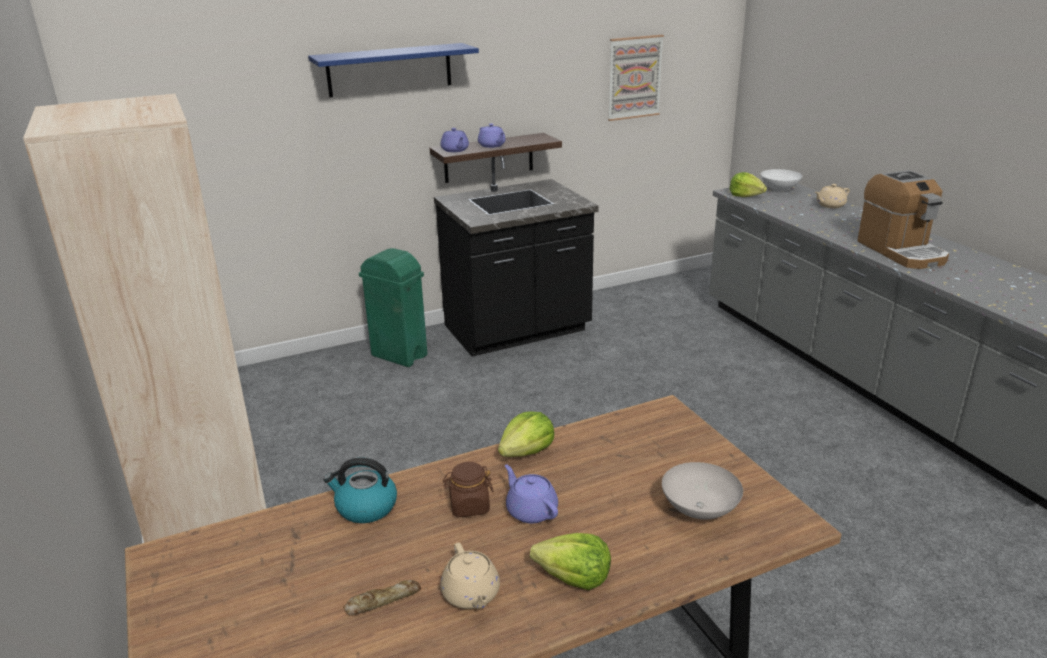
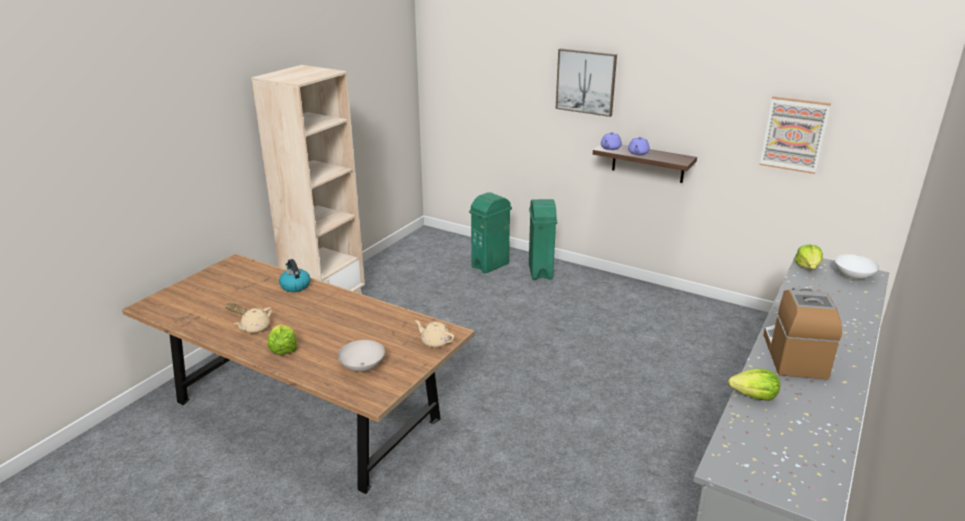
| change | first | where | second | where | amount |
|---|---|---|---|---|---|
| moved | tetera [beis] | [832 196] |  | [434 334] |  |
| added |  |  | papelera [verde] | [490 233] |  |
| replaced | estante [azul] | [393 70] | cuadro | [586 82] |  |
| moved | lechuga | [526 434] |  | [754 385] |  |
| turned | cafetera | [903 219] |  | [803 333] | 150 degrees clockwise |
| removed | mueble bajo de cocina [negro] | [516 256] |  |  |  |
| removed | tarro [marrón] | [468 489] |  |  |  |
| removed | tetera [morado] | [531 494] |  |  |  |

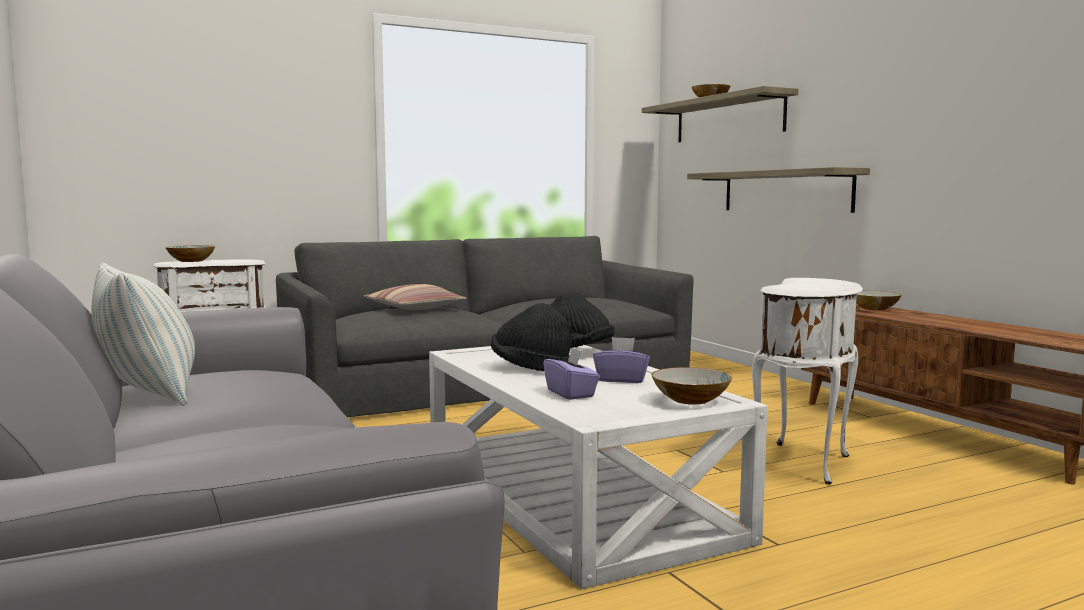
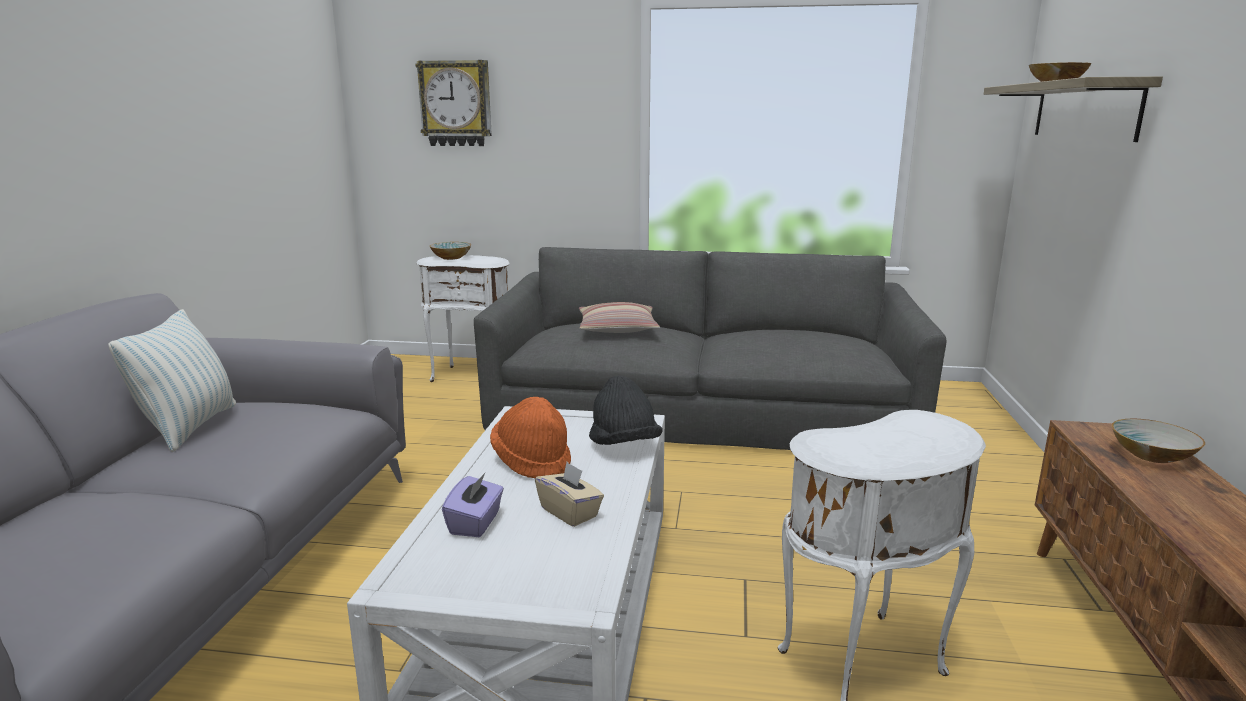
| change | first | where | second | where | amount |
|---|---|---|---|---|---|
| added |  |  | reloj de pared | [453 103] |  |
| recoloured | sombrero [negro] | [531 337] | sombrero [naranja] | [530 438] |  |
| recoloured | caja de pañuelos [morado] | [621 360] | caja de pañuelos [beis] | [569 494] |  |
| removed | cuenco | [691 386] |  |  |  |
| removed | estante | [778 190] |  |  |  |

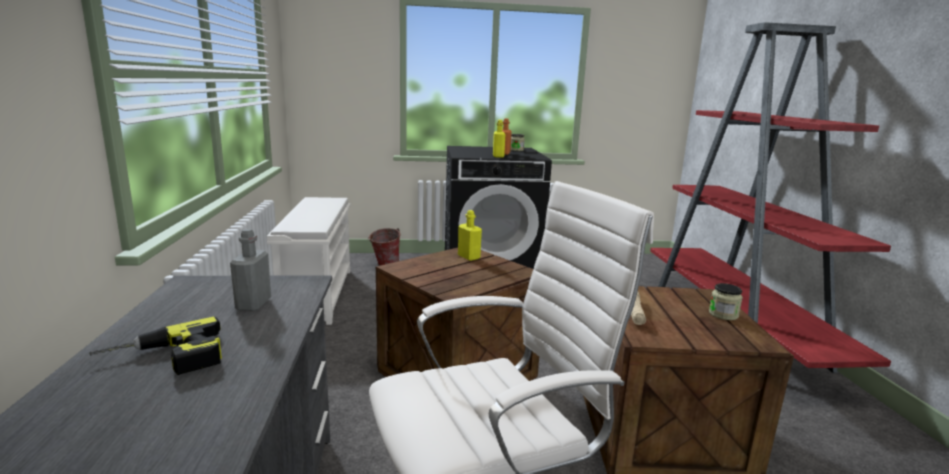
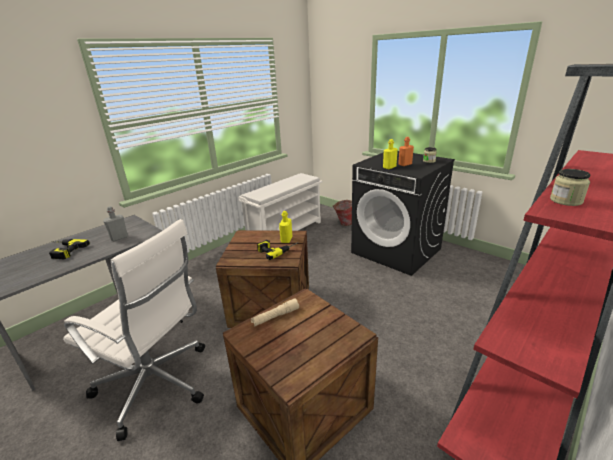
| change | first | where | second | where | amount |
|---|---|---|---|---|---|
| added |  |  | taladro | [277 250] |  |
| moved | tarro | [726 301] |  | [570 187] |  |

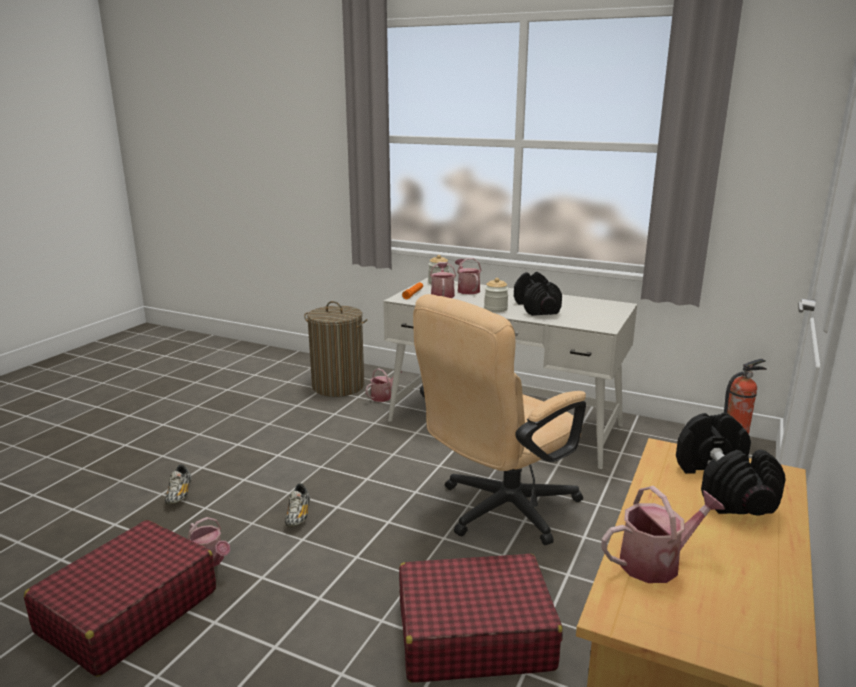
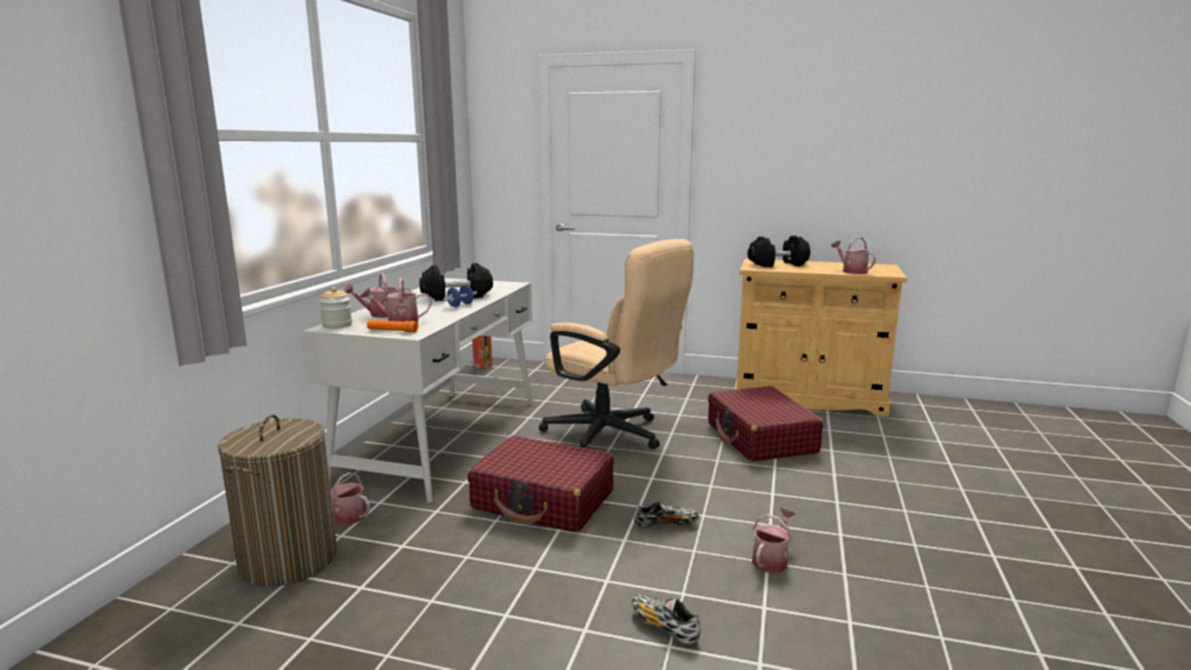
| change | first | where | second | where | amount |
|---|---|---|---|---|---|
| replaced | tarro | [496 295] | mancuerna [azul] | [460 296] |  |
| moved | maleta [rojo] | [120 598] |  | [540 484] |  |
| turned | zapato | [178 484] |  | [666 619] | 120 degrees counterclockwise |

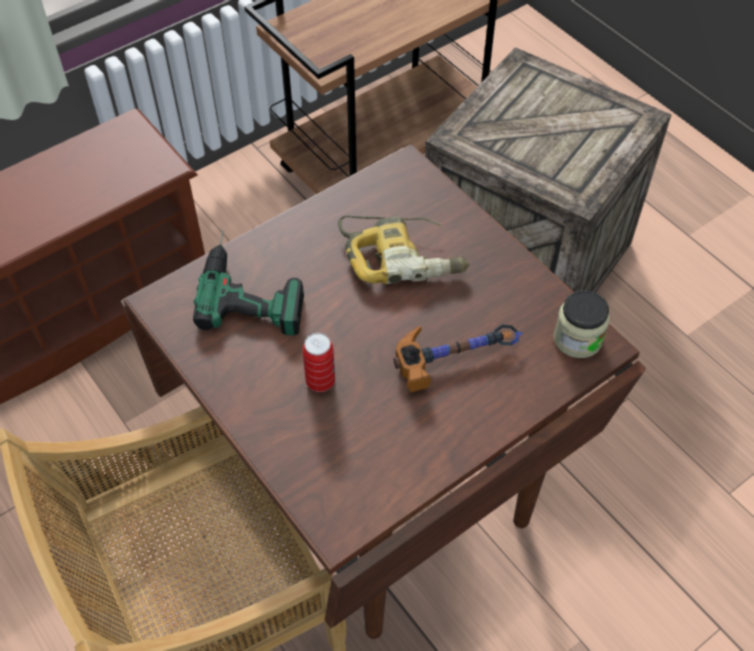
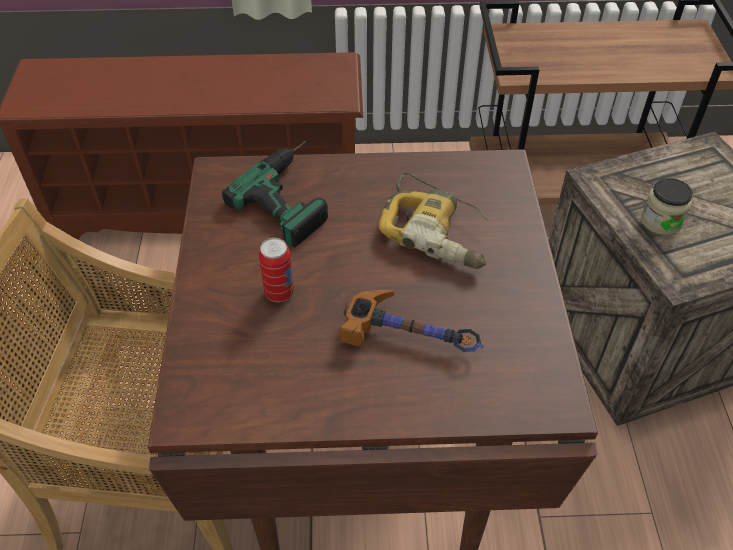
| change | first | where | second | where | amount |
|---|---|---|---|---|---|
| moved | tarro | [581 324] |  | [667 206] |  |

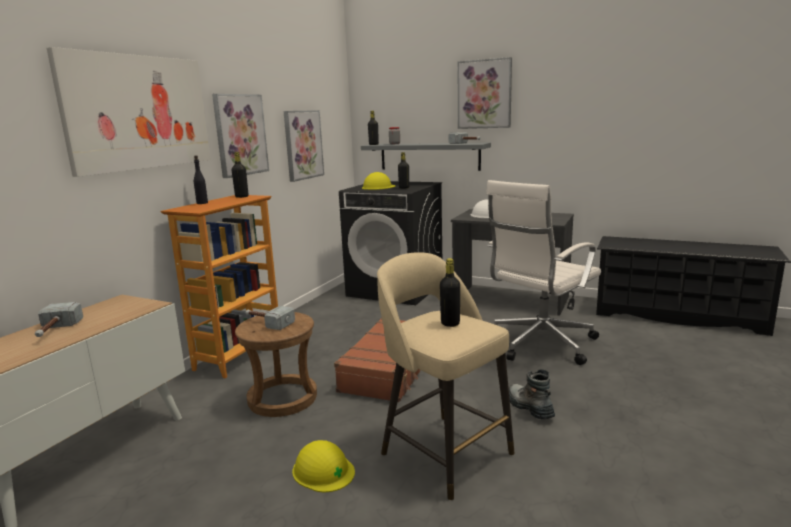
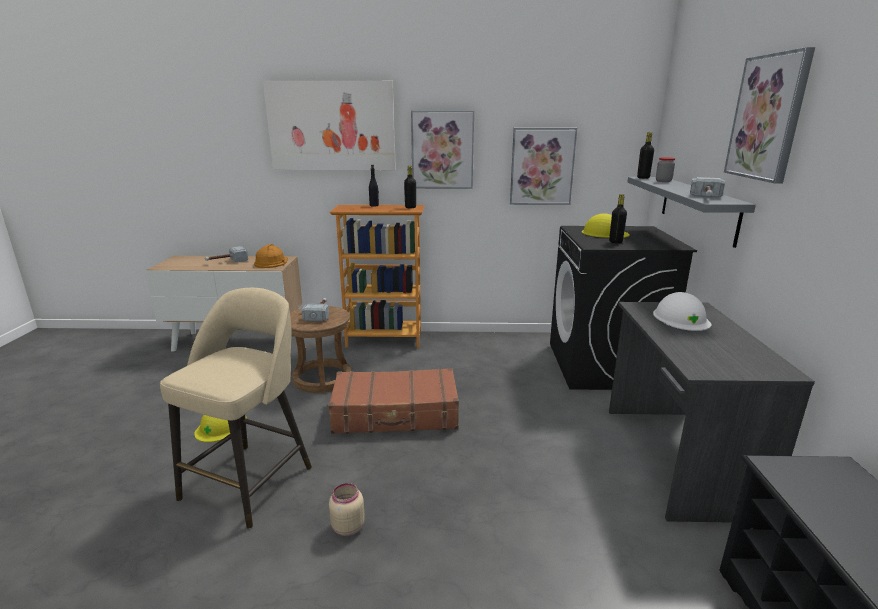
| change | first | where | second | where | amount |
|---|---|---|---|---|---|
| added |  |  | casco [naranja] | [271 256] |  |
| replaced | bota | [532 394] | tarro [beis] | [347 509] |  |
| removed | botella [negro] | [450 292] |  |  |  |
| removed | silla de oficina [blanco] | [543 272] |  |  |  |

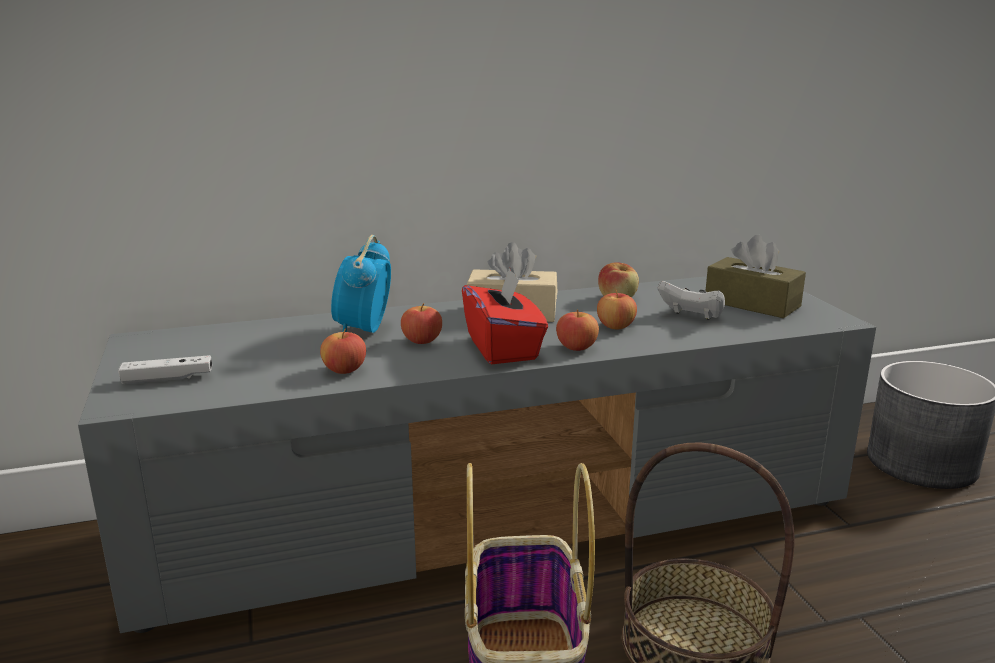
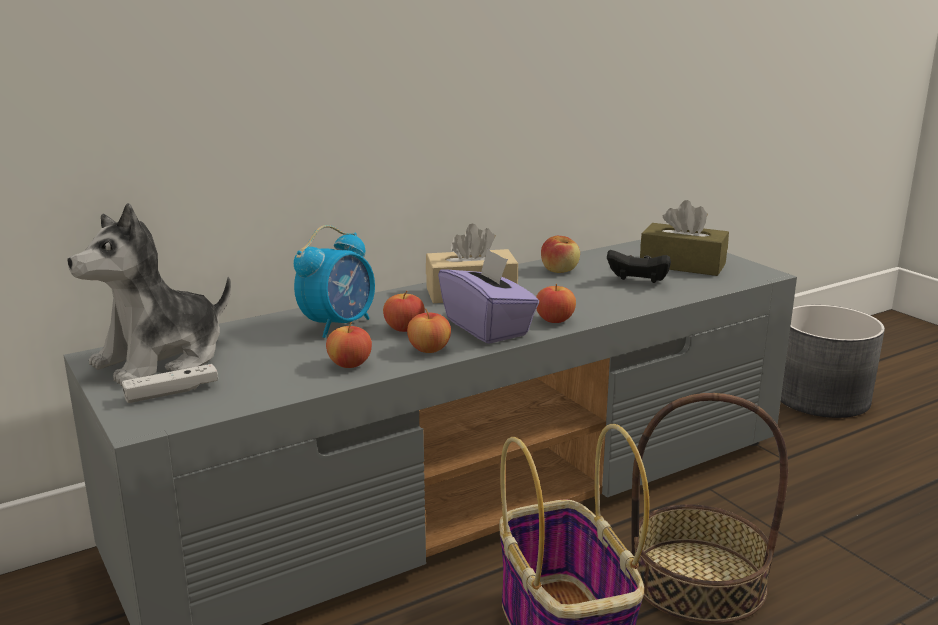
| change | first | where | second | where | amount |
|---|---|---|---|---|---|
| added |  |  | peluche | [149 294] |  |
| turned | despertador | [361 284] |  | [334 281] | 135 degrees counterclockwise |
| moved | manzana | [617 309] |  | [429 331] |  |
| recoloured | caja de pañuelos [rojo] | [505 316] | caja de pañuelos [morado] | [488 296] |  |
| recoloured | mando de consola [blanco] | [691 300] | mando de consola [negro] | [639 266] |  |

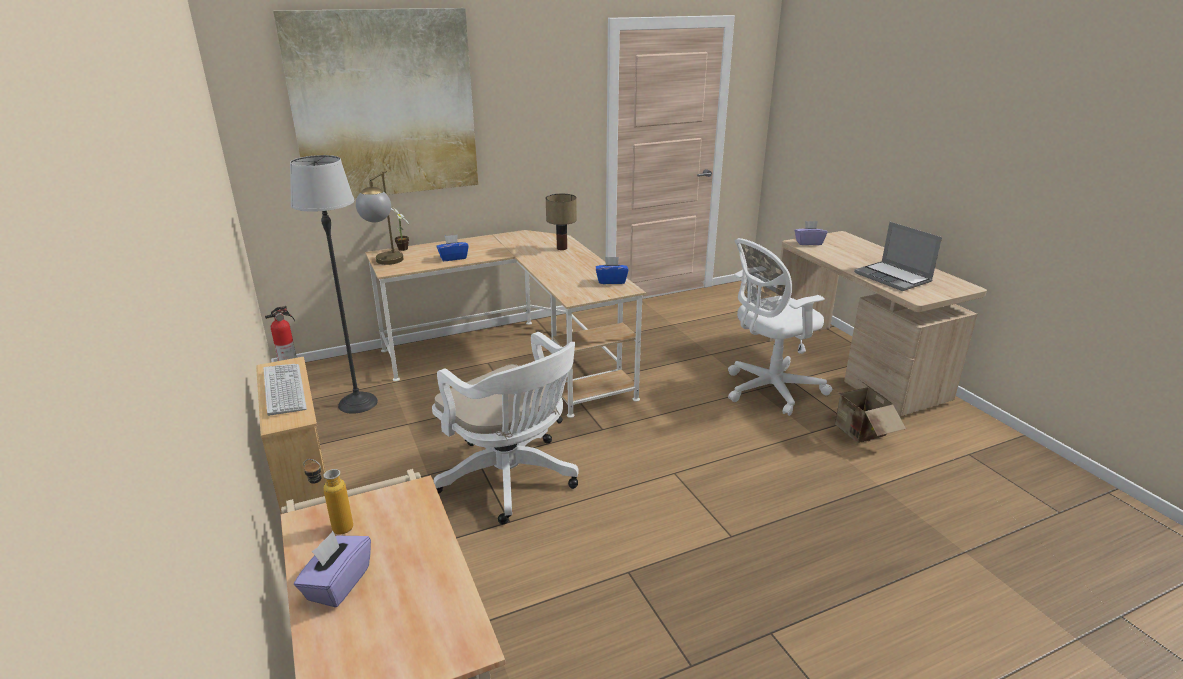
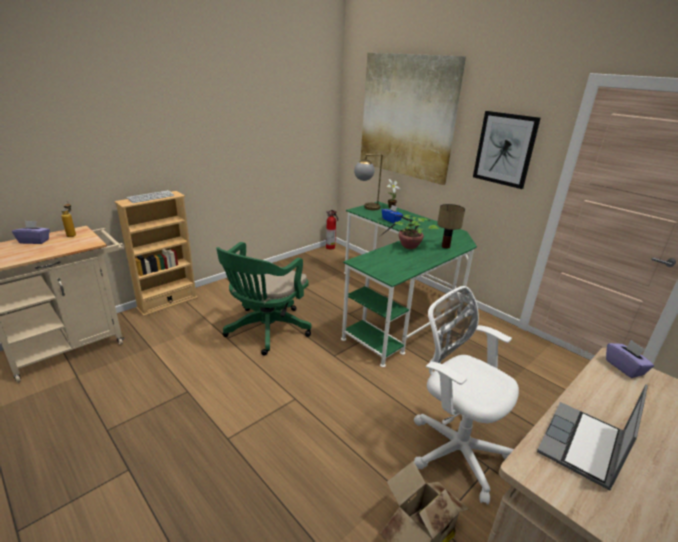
| change | first | where | second | where | amount |
|---|---|---|---|---|---|
| recoloured | silla de oficina [blanco] | [505 428] | silla de oficina [verde] | [264 299] |  |
| recoloured | escritorio [beis] | [505 324] | escritorio [verde] | [409 284] |  |
| added |  |  | planta en maceta | [409 231] |  |
| added |  |  | cuadro | [507 150] |  |
| removed | lámpara de pie | [334 284] |  |  |  |
| removed | caja de pañuelos [azul] | [612 270] |  |  |  |

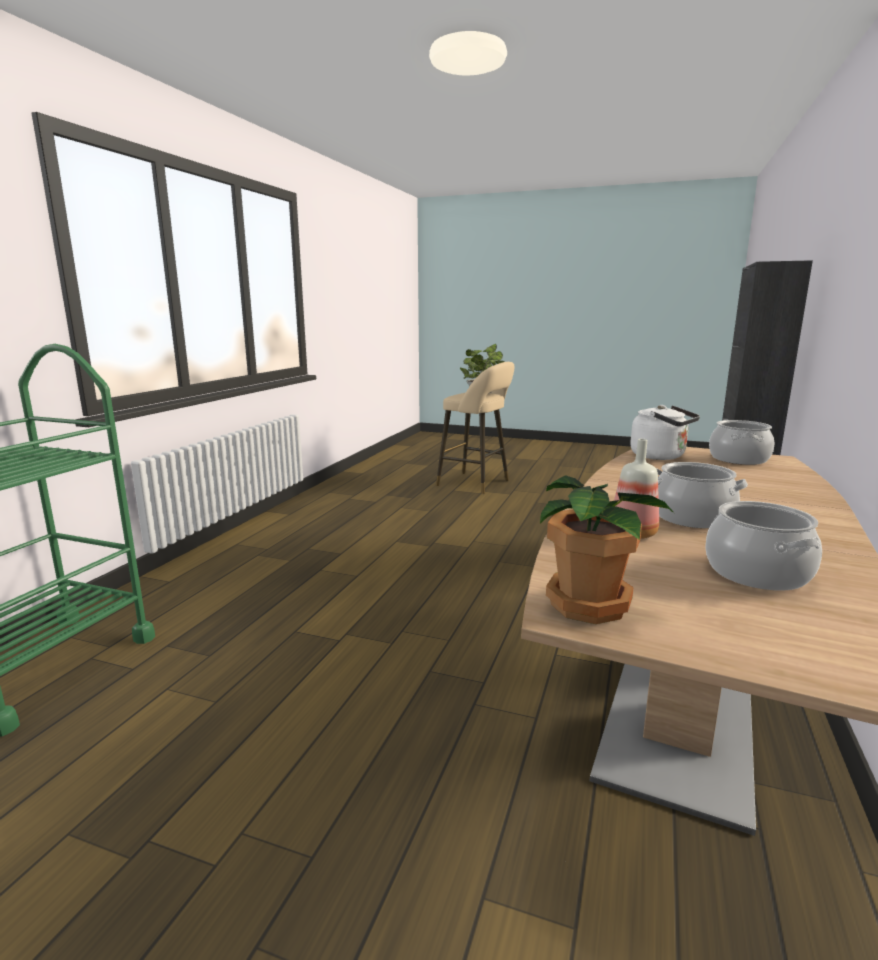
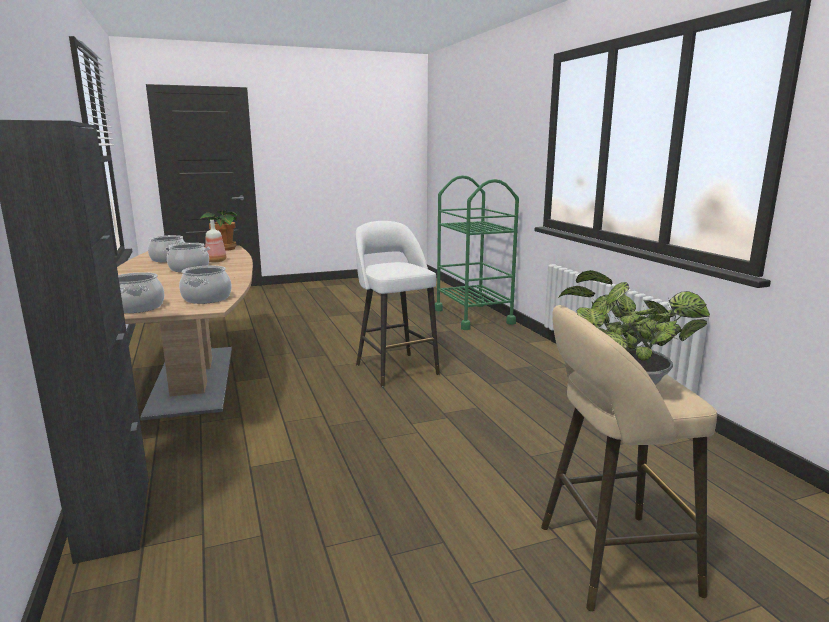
| change | first | where | second | where | amount |
|---|---|---|---|---|---|
| replaced | hervidor [blanco] | [665 432] | olla | [205 284] |  |
| added |  |  | taburete [blanco] | [398 304] |  |

